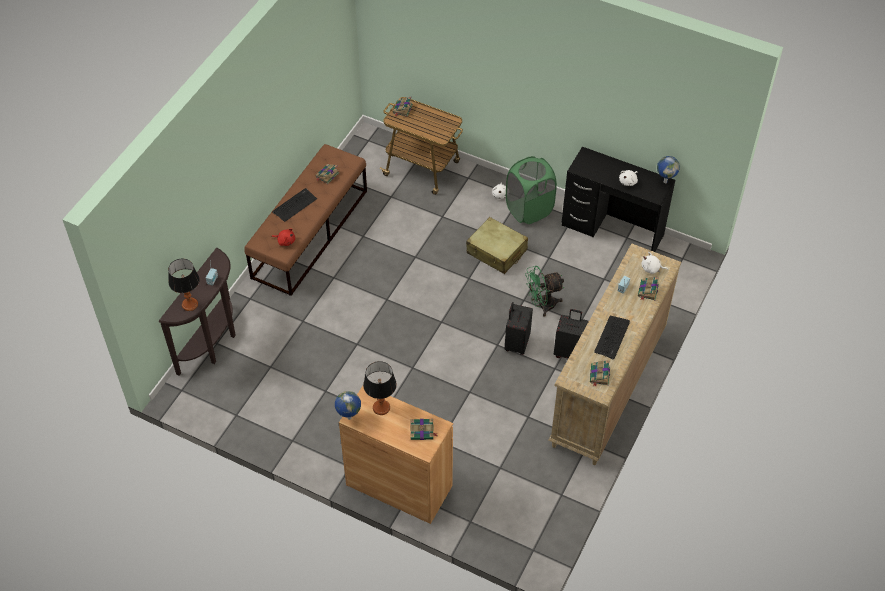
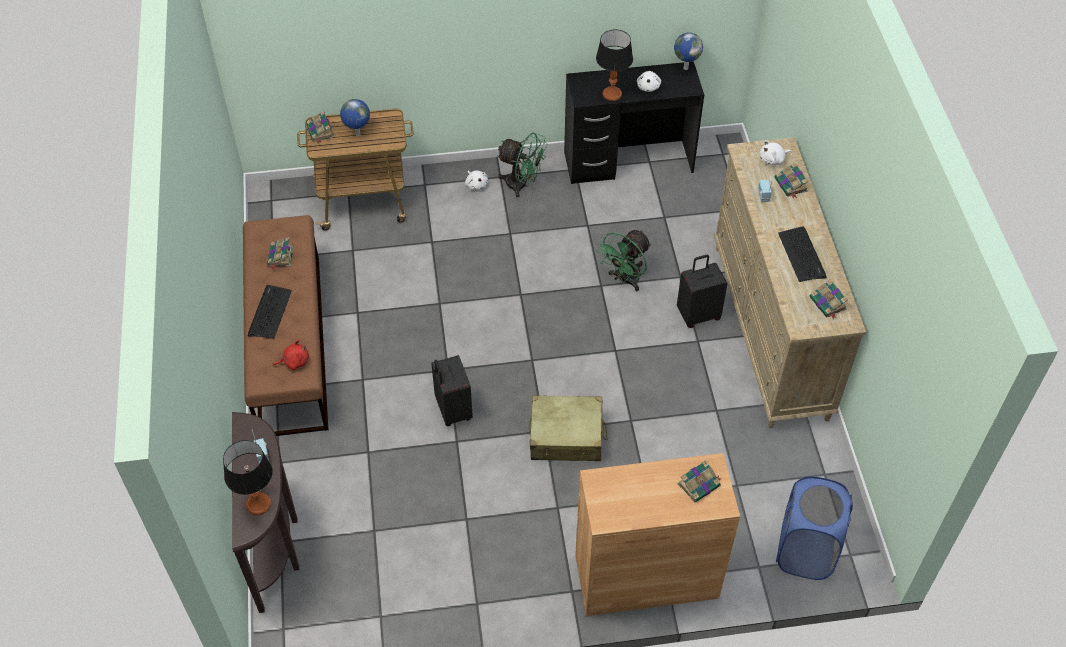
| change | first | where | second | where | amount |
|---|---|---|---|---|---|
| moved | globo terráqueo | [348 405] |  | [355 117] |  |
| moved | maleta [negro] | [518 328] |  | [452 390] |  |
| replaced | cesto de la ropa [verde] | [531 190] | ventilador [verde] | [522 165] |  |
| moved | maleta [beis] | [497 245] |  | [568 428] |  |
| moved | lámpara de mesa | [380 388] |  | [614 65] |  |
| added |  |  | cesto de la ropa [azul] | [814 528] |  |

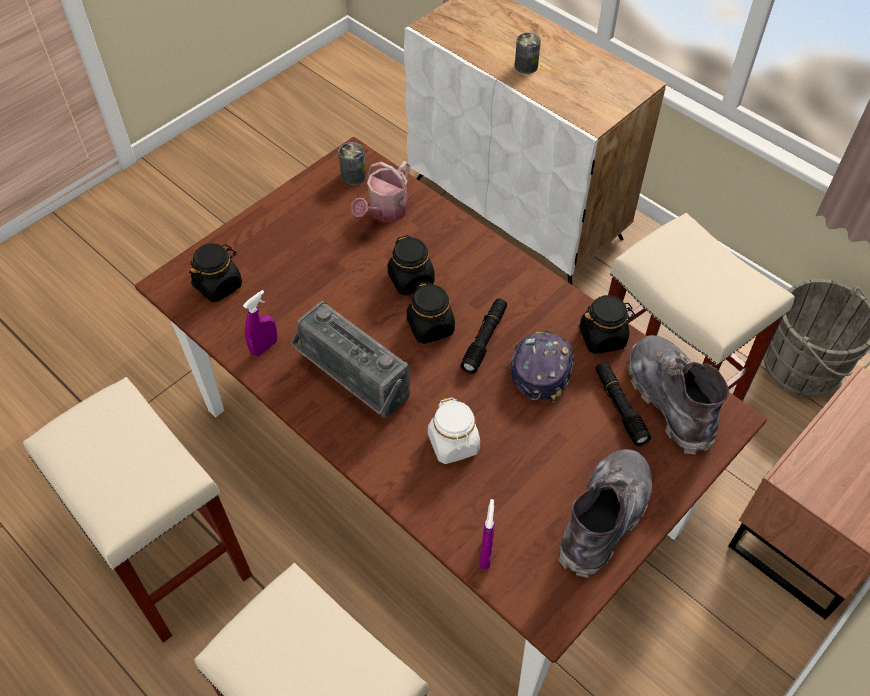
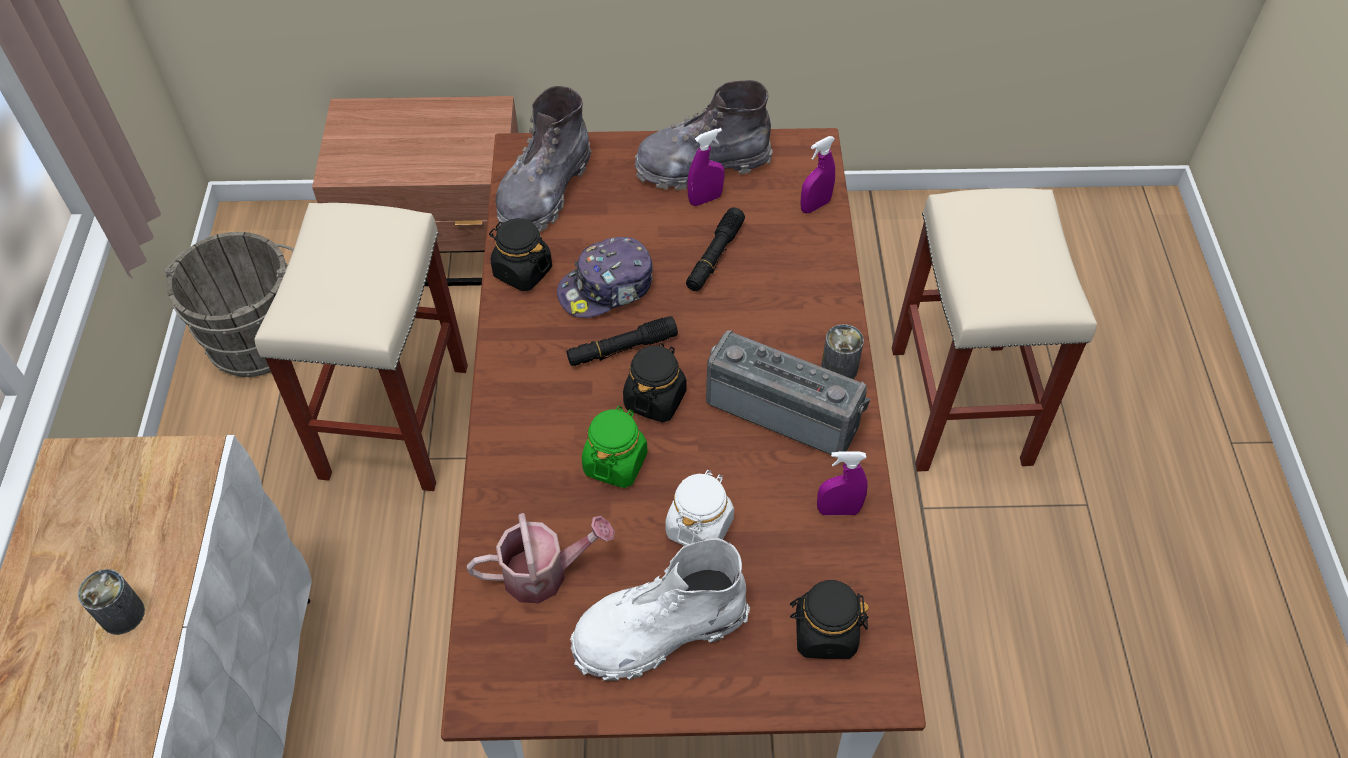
| change | first | where | second | where | amount |
|---|---|---|---|---|---|
| added |  |  | bota [blanco] | [660 609] |  |
| recoloured | tarro [negro] | [411 265] | tarro [verde] | [615 447] |  |
| moved | tarro [blanco] | [454 430] |  | [700 508] |  |
| moved | linterna [negro] | [623 404] |  | [715 249] |  |
| added |  |  | pulverizador [morado] | [705 167] |  |
| turned | radio | [350 359] |  | [788 392] | 60 degrees counterclockwise |
| moved | lata | [352 163] |  | [842 351] |  |
| removed | taburete [beis] | [137 510] |  |  |  |

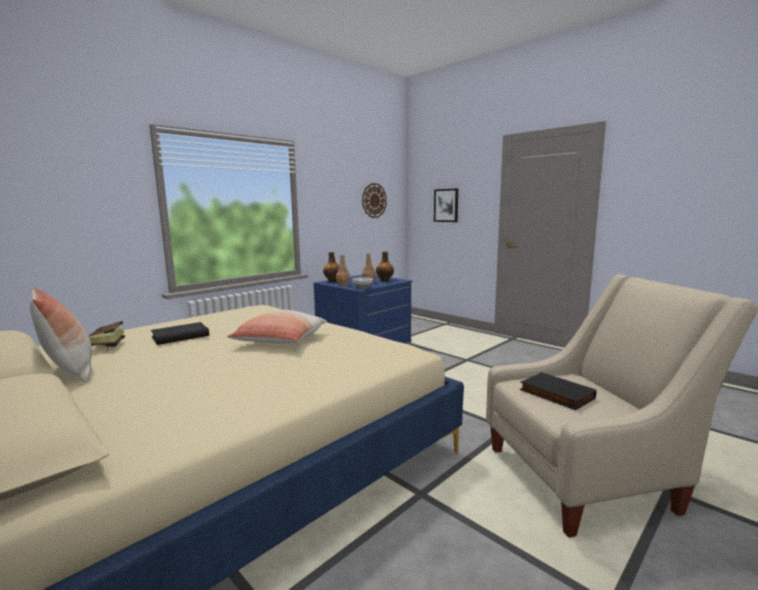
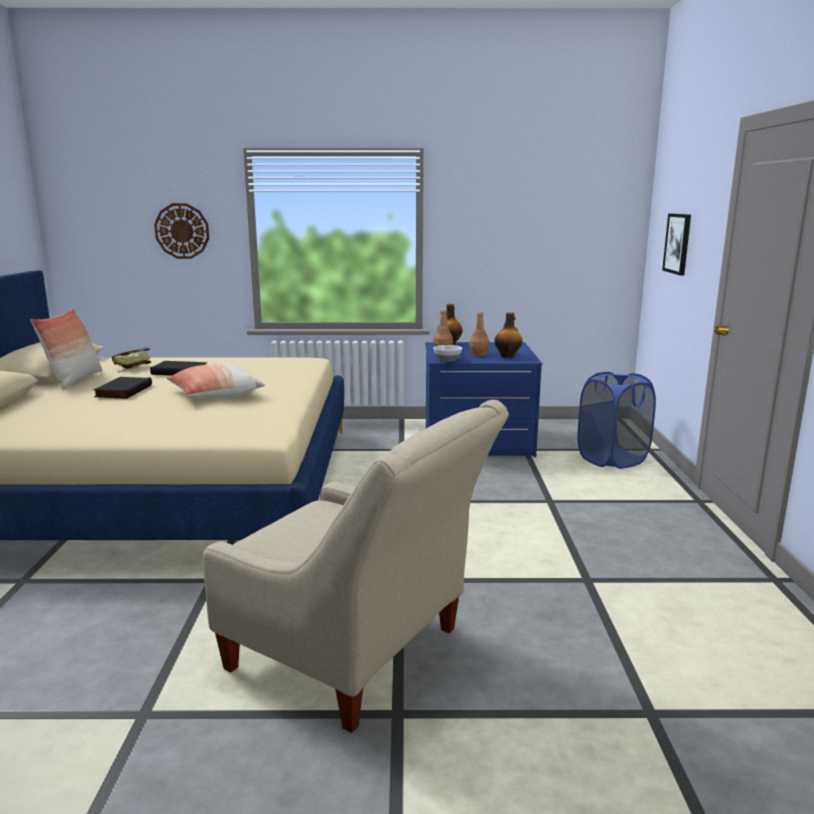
| change | first | where | second | where | amount |
|---|---|---|---|---|---|
| moved | libro [negro] | [558 391] |  | [122 388] |  |
| moved | reloj de pared | [374 200] |  | [181 231] |  |
| added |  |  | cesto de la ropa [azul] | [617 420] |  |

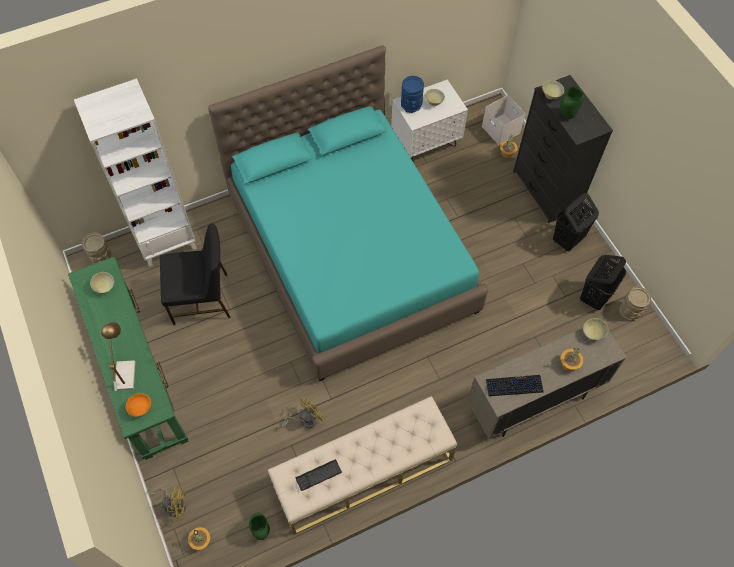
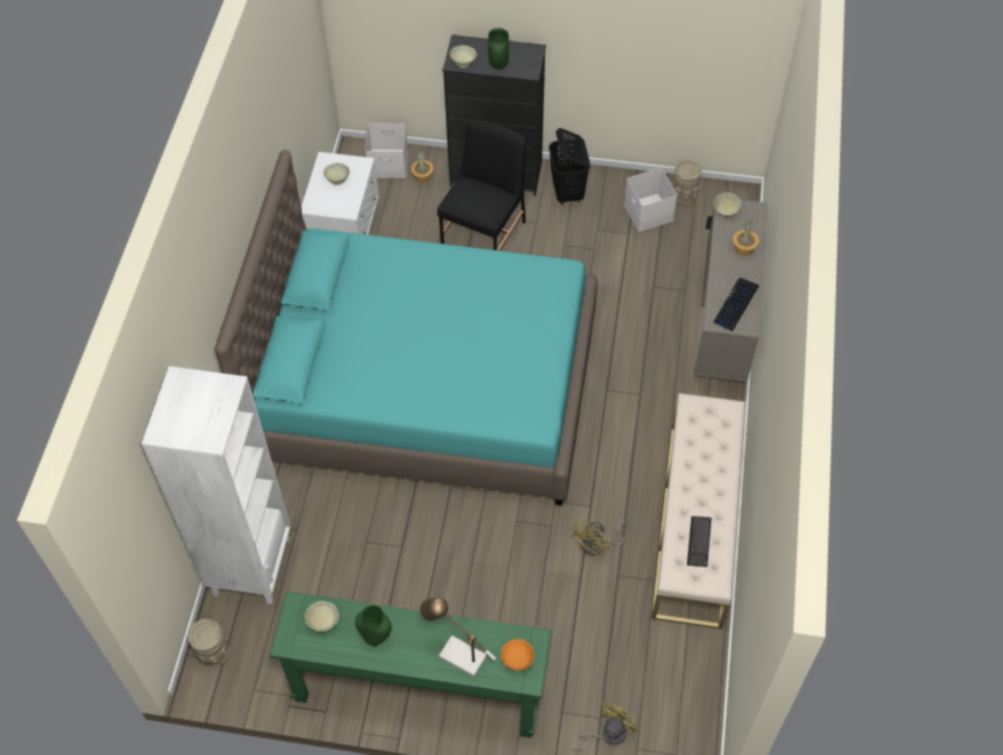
| change | first | where | second | where | amount |
|---|---|---|---|---|---|
| moved | florero [verde] | [259 526] |  | [373 625] |  |
| moved | silla [negro] | [195 274] |  | [481 185] |  |
| turned | ventilador [amarillo] | [302 412] |  | [600 537] | 135 degrees counterclockwise |
| replaced | cesto de la ropa [negro] | [603 282] | caja de almacenaje [blanco] | [650 199] |  |
| removed | planta en maceta | [199 538] |  |  |  |
| removed | florero [azul] | [412 94] |  |  |  |

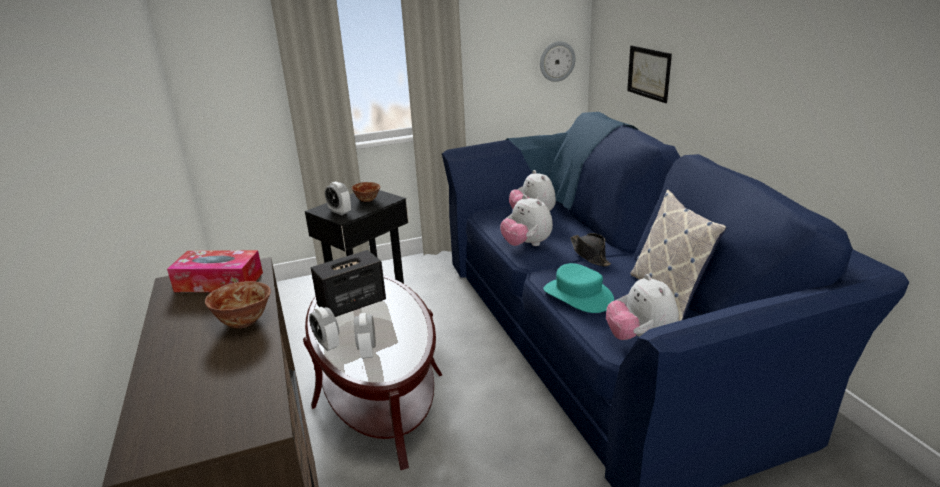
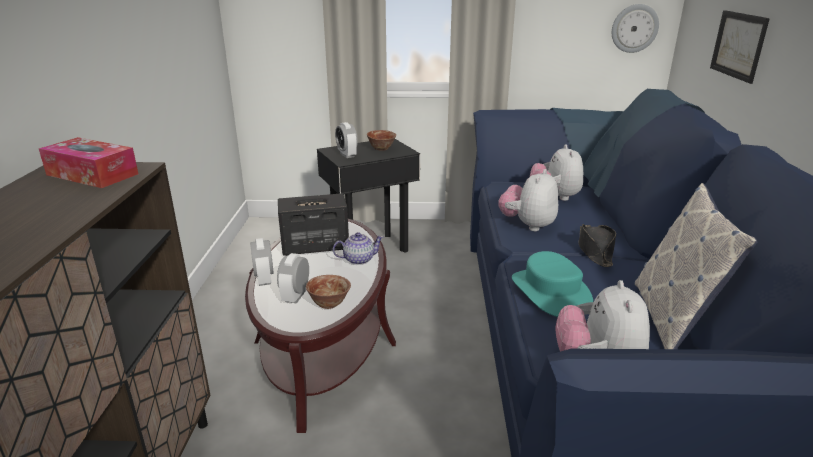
| change | first | where | second | where | amount |
|---|---|---|---|---|---|
| moved | cuenco | [238 304] |  | [328 292] |  |
| added |  |  | tetera | [358 248] |  |
| turned | peluche | [526 220] |  | [528 200] | 45 degrees clockwise |

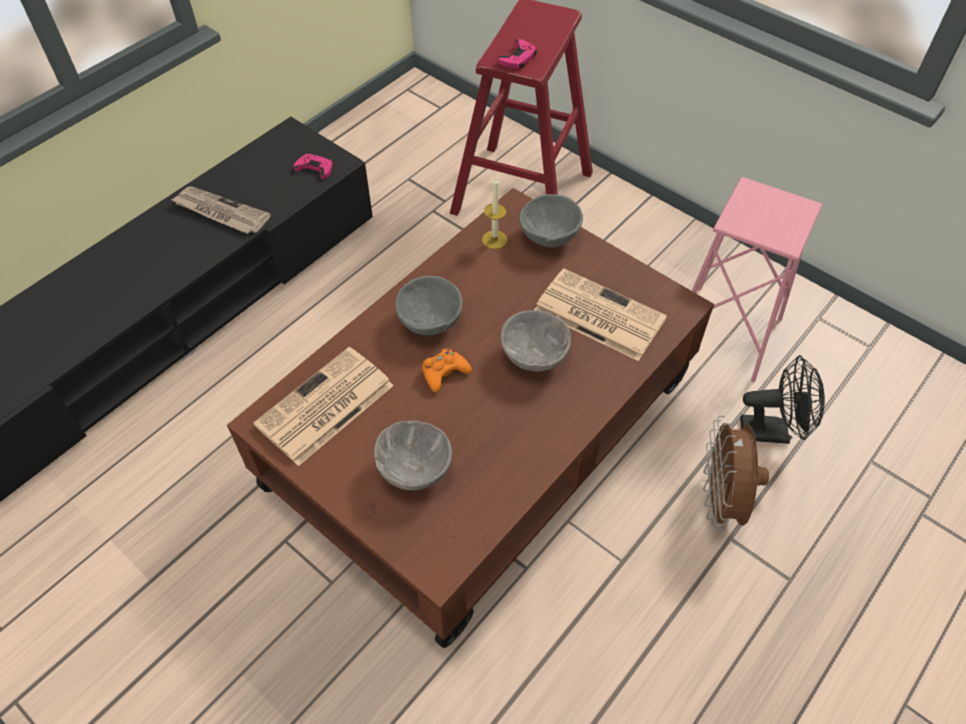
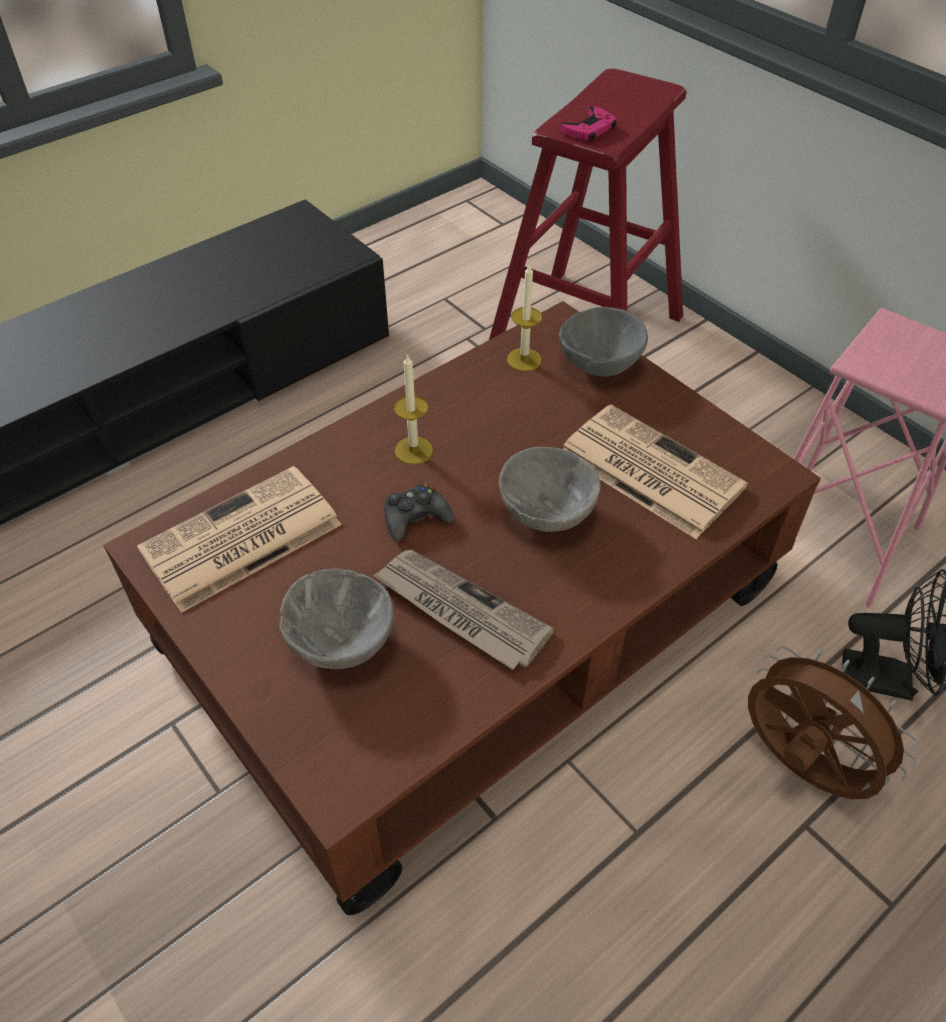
| change | first | where | second | where | amount |
|---|---|---|---|---|---|
| moved | periódico | [220 210] |  | [463 610] |  |
| recoloured | mando de consola [naranja] | [447 370] | mando de consola [negro] | [419 512] |  |
| replaced | cuenco [gris] | [429 305] | vela | [413 408] |  |
| turned | ventilador [marrón] | [736 473] |  | [833 722] | 120 degrees clockwise |
| removed | mando de consola [rosa] | [313 166] |  |  |  |

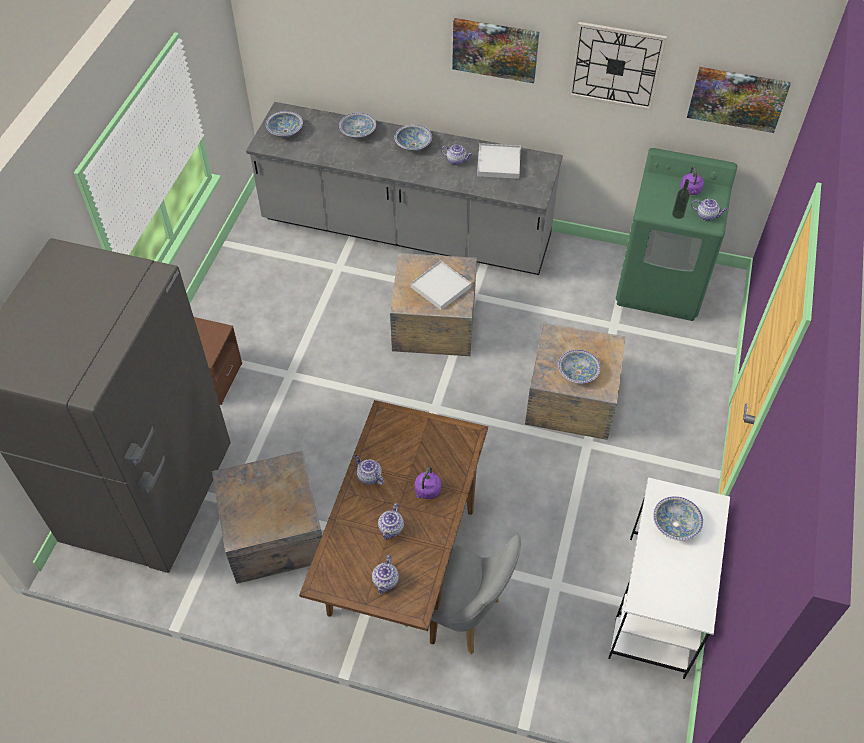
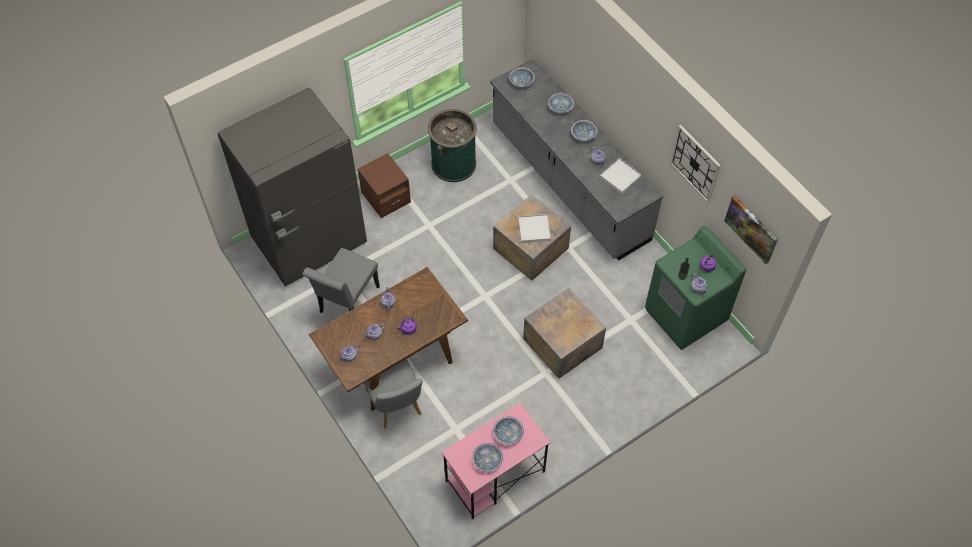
| change | first | where | second | where | amount |
|---|---|---|---|---|---|
| replaced | caja de embalaje | [267 517] | silla [gris] | [341 280] |  |
| added |  |  | papelera [verde] | [452 145] |  |
| recoloured | escritorio [blanco] | [669 578] | escritorio [rosa] | [496 461] |  |
| moved | cuenco | [579 367] |  | [487 457] |  |
| removed | cuadro | [495 50] |  |  |  |

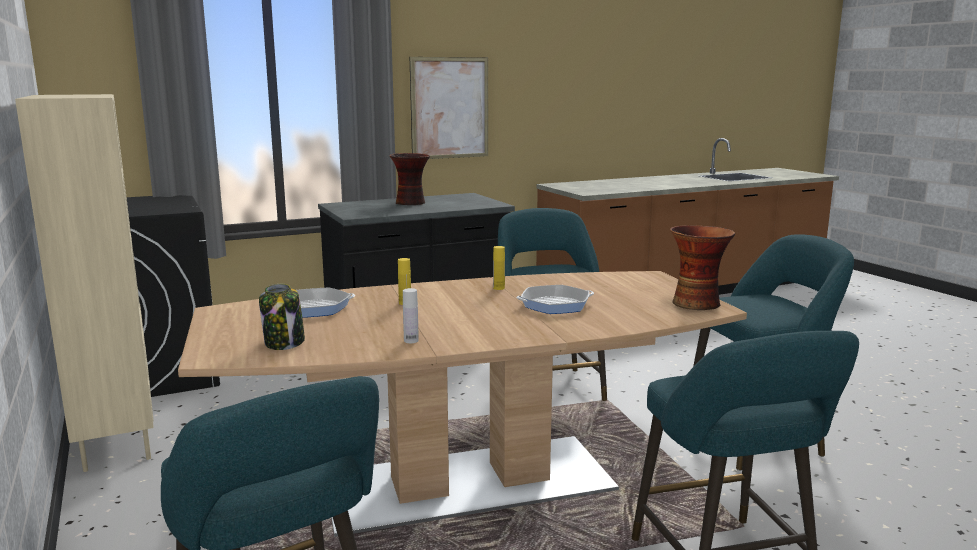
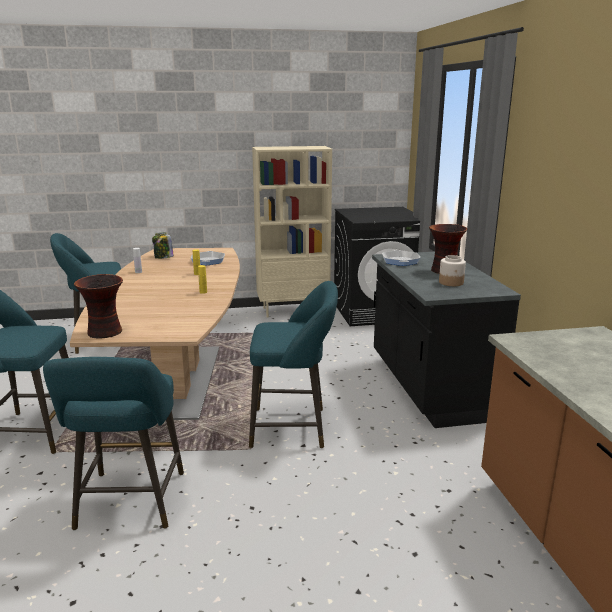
| change | first | where | second | where | amount |
|---|---|---|---|---|---|
| moved | sartén | [555 299] |  | [401 258] |  |
| added |  |  | tarro | [452 270] |  |
| removed | cuadro | [449 108] |  |  |  |

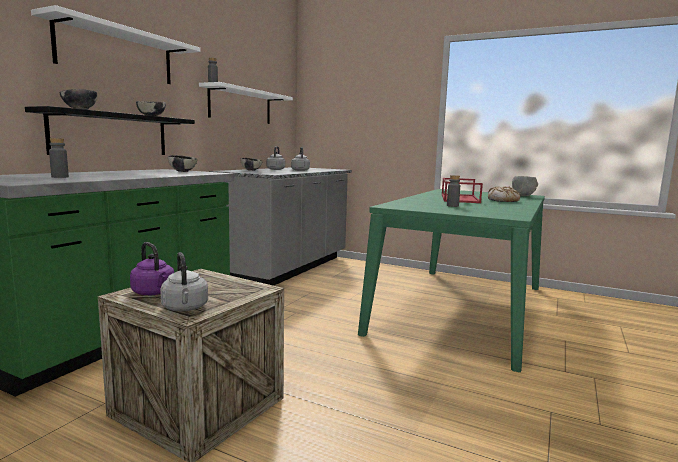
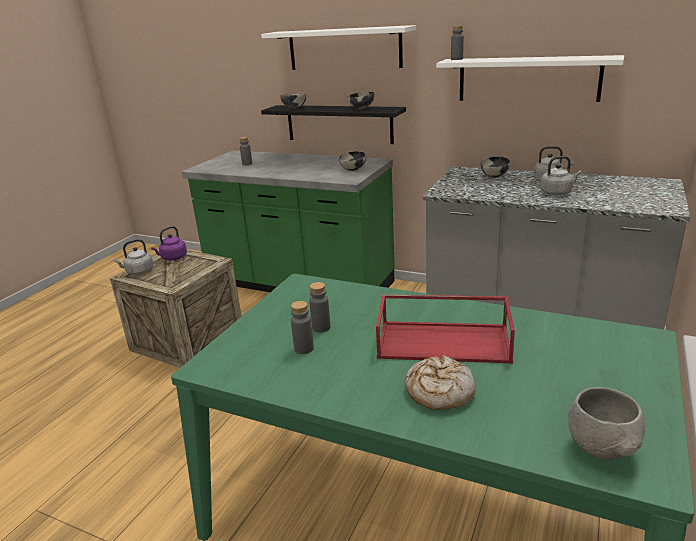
| change | first | where | second | where | amount |
|---|---|---|---|---|---|
| added |  |  | botella [gris] | [302 327] |  |

